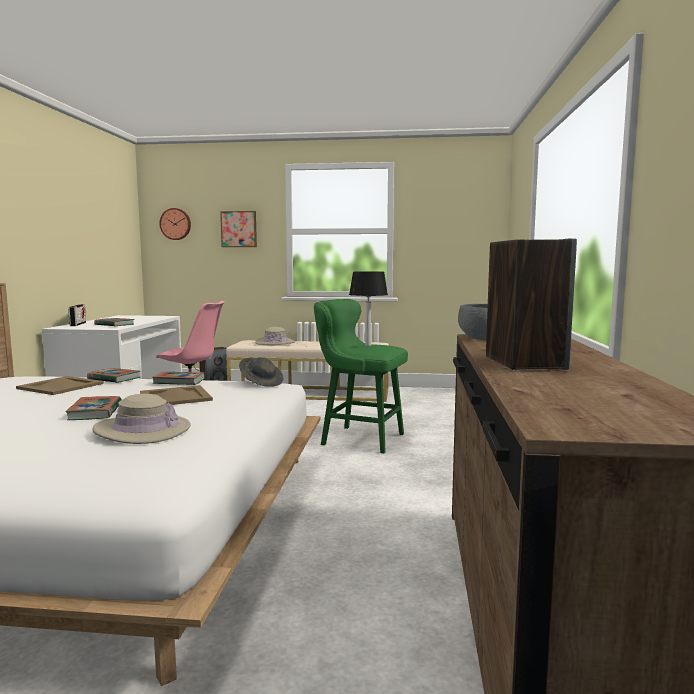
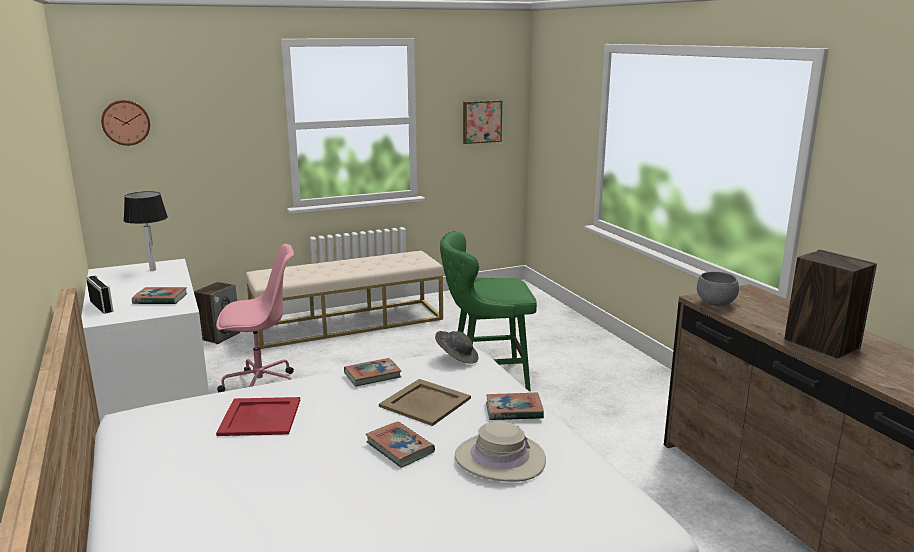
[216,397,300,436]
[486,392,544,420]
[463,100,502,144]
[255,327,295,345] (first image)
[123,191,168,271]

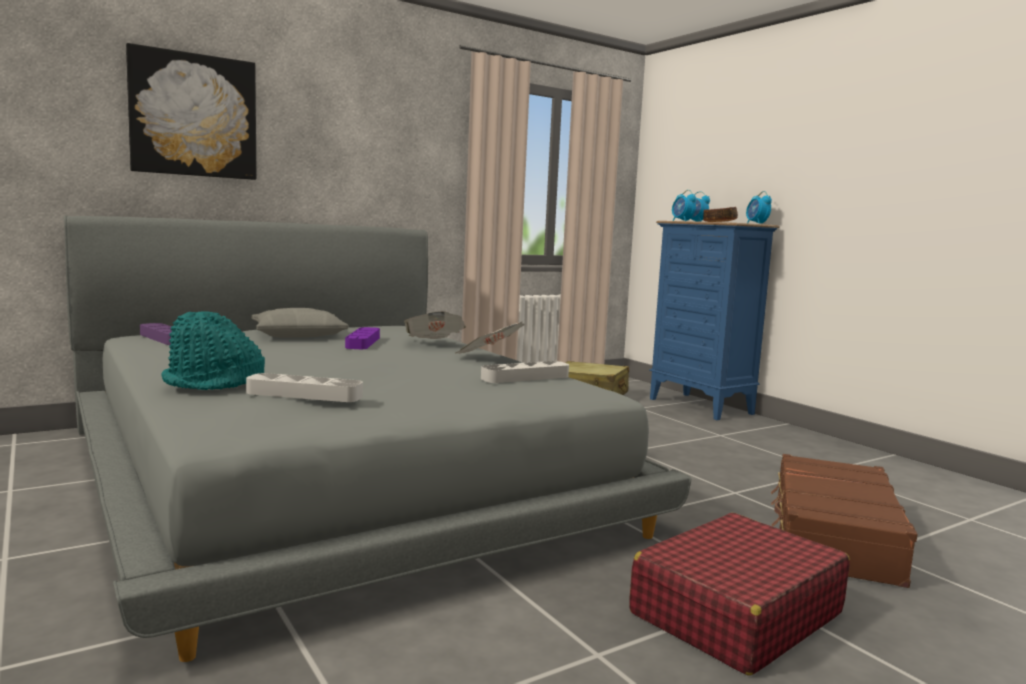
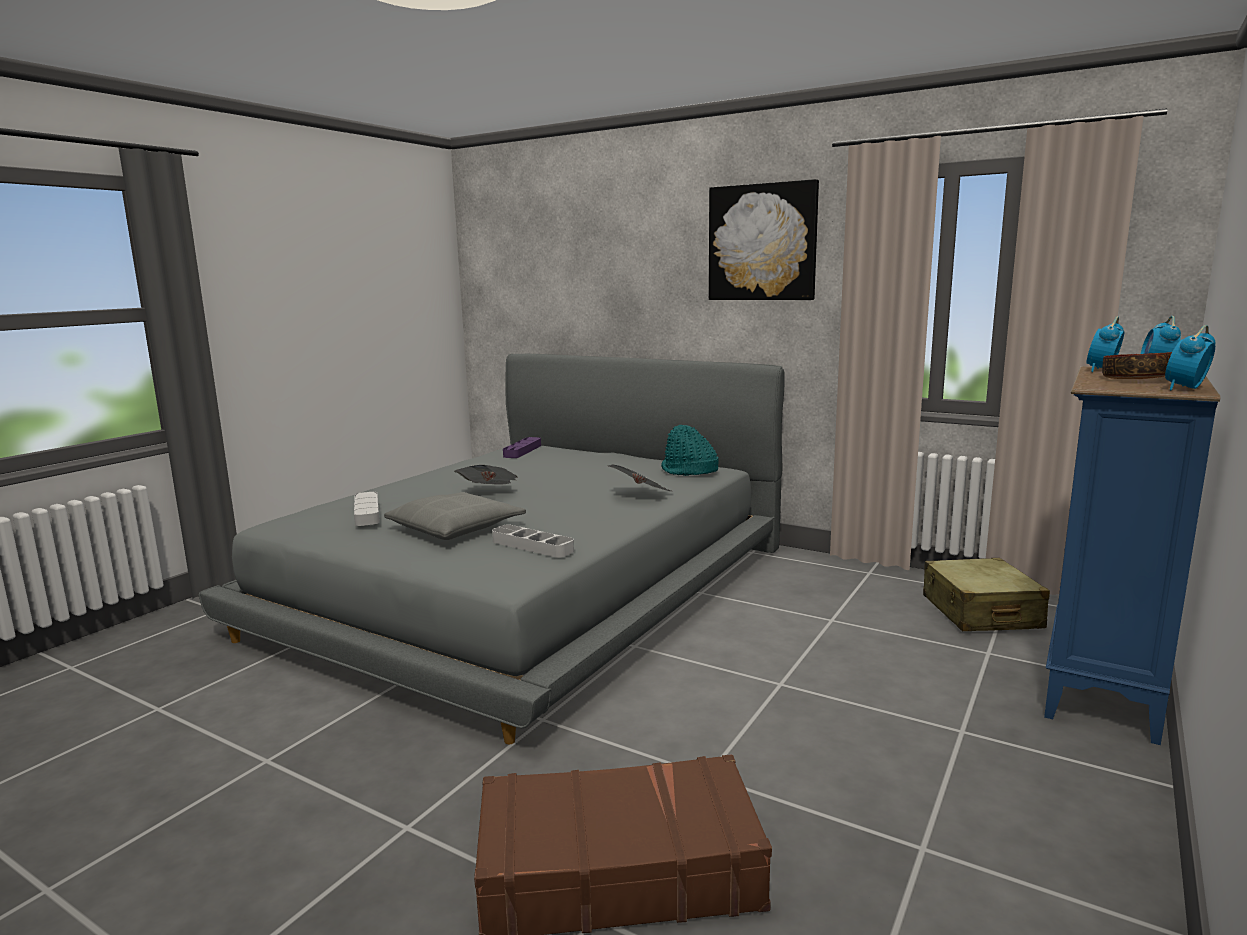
[709,179,819,300]
[661,425,719,476]
[384,492,526,540]
[345,327,380,349] (first image)
[454,465,518,485]
[630,513,850,675] (first image)

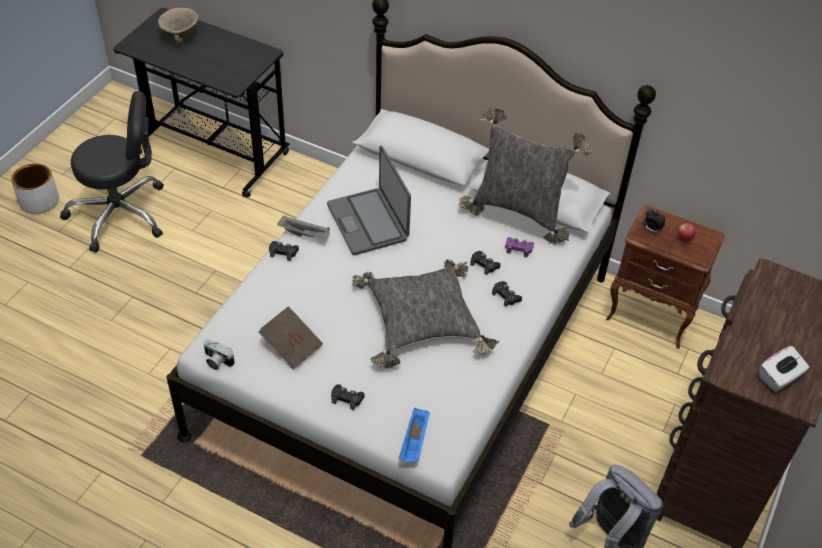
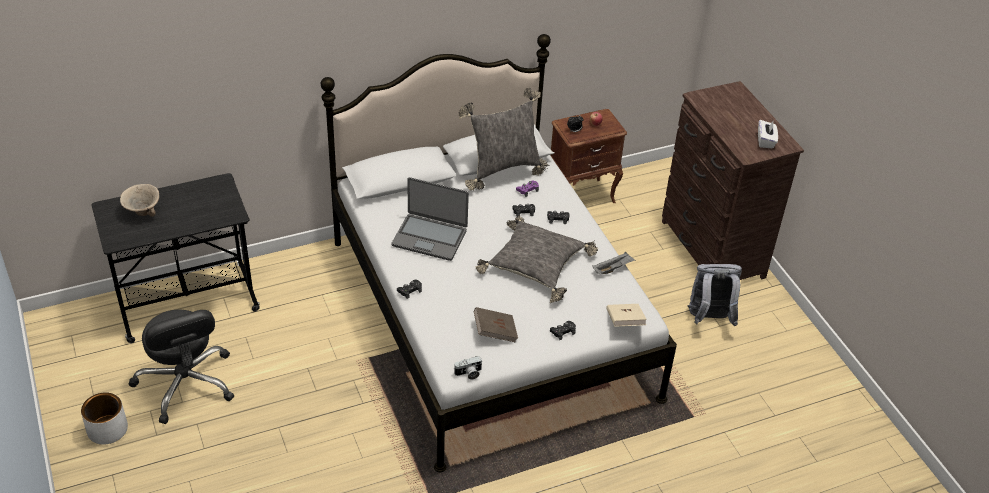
[129,310,234,424]
[593,252,635,274]
[606,304,647,327]

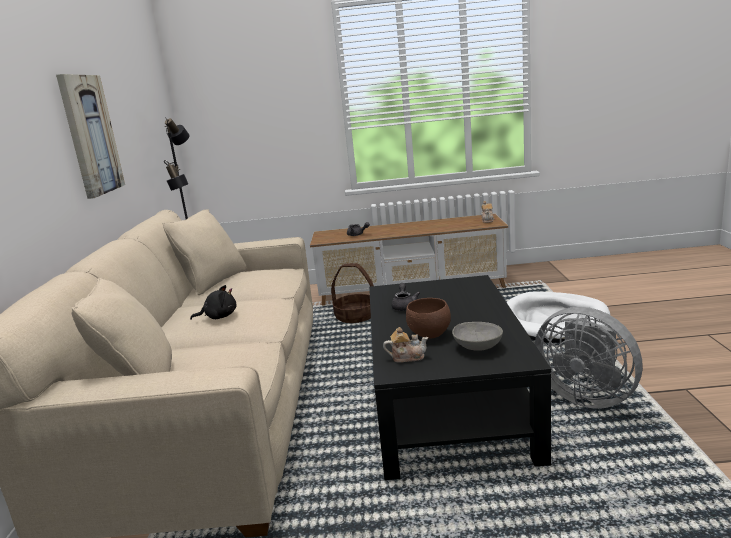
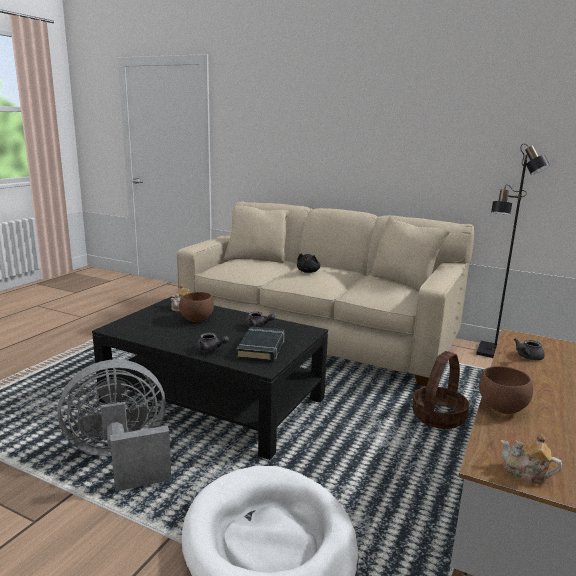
[56,74,125,199] (first image)
[452,322,503,351] (first image)
[197,333,229,352]
[236,326,285,362]
[479,366,533,414]

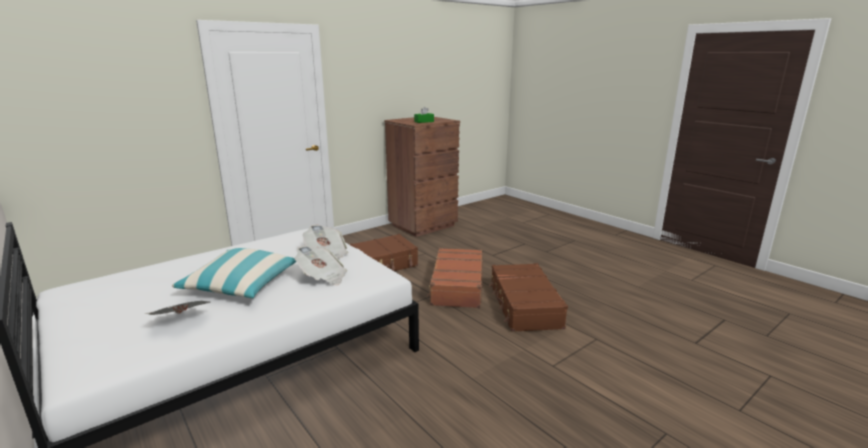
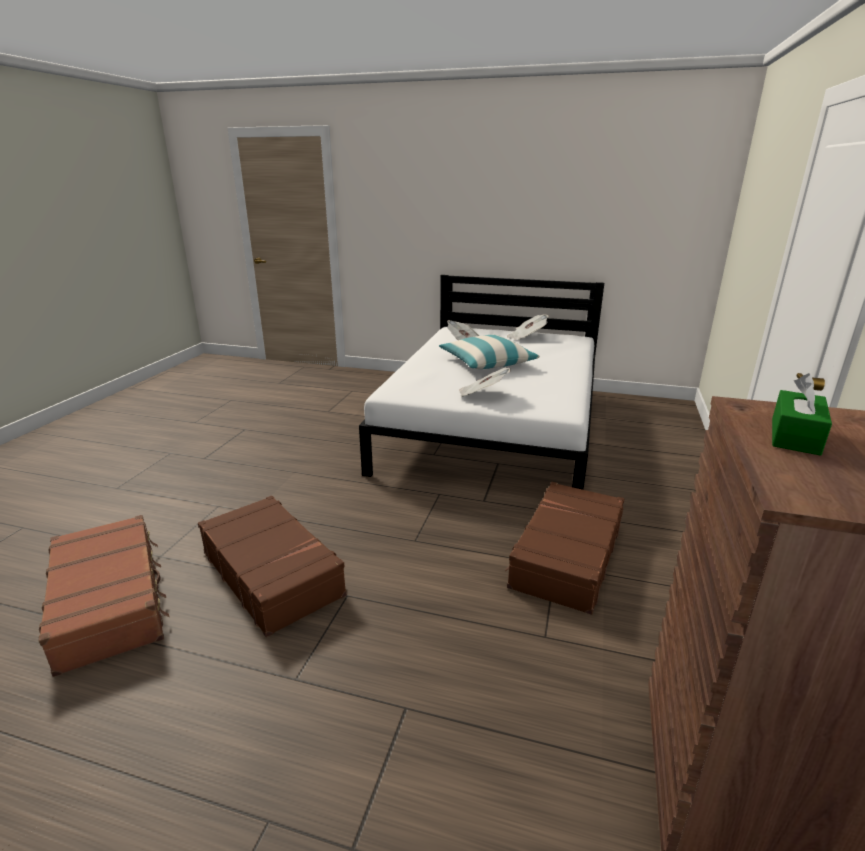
[507,314,549,340]
[38,515,170,677]

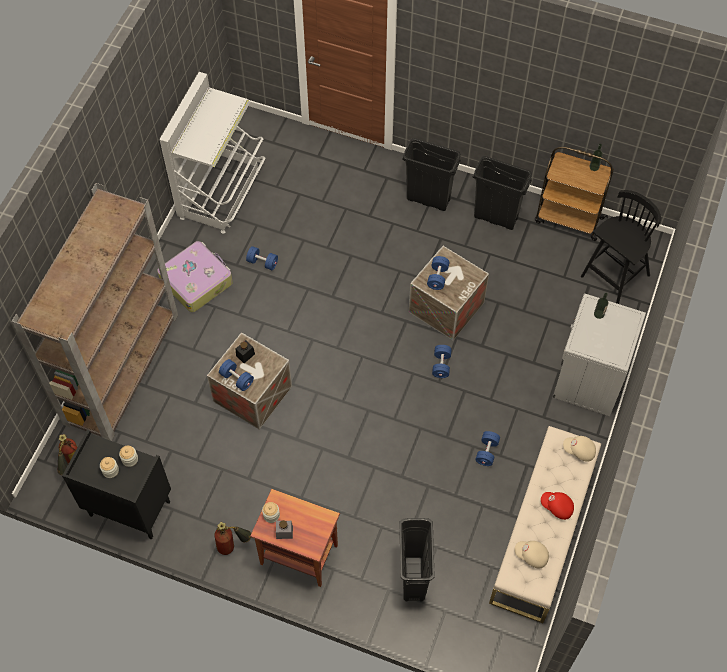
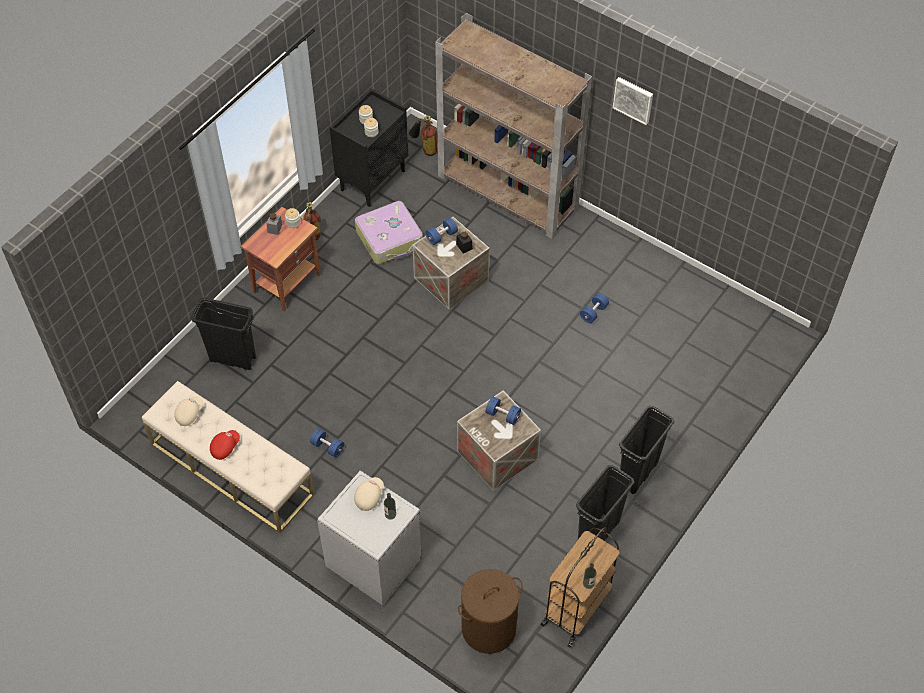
[355,201,423,264]
[160,72,265,233] (first image)
[432,345,452,378] (first image)
[354,477,384,511]
[458,569,523,654]
[613,77,653,125]

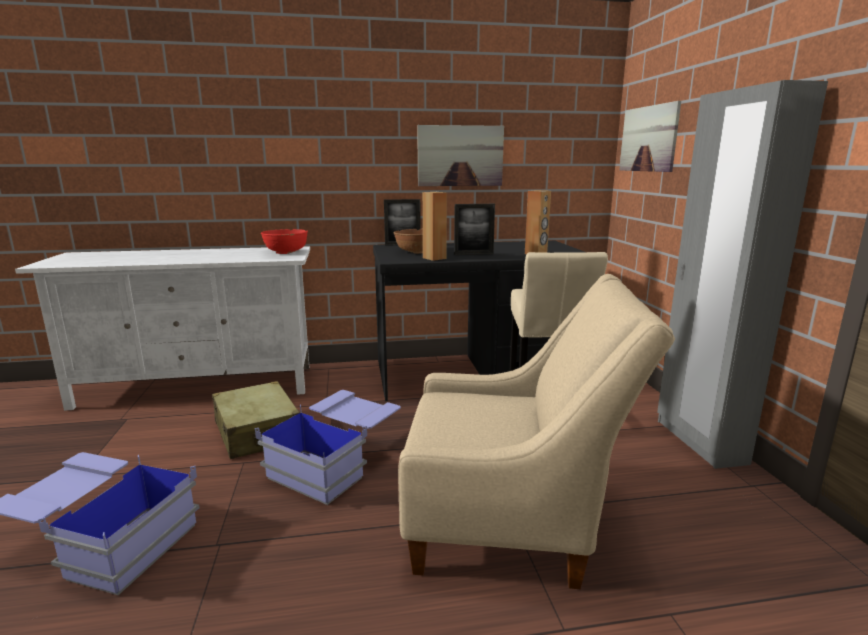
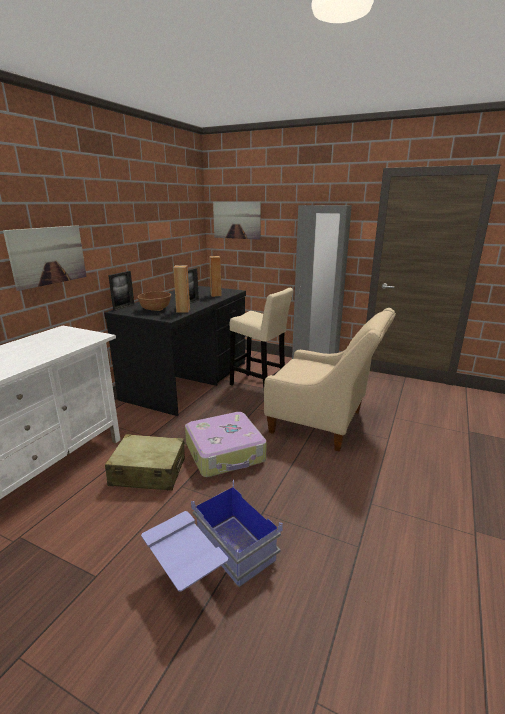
[185,412,267,477]
[261,229,308,254] (first image)
[264,308,396,452]
[3,225,87,291]

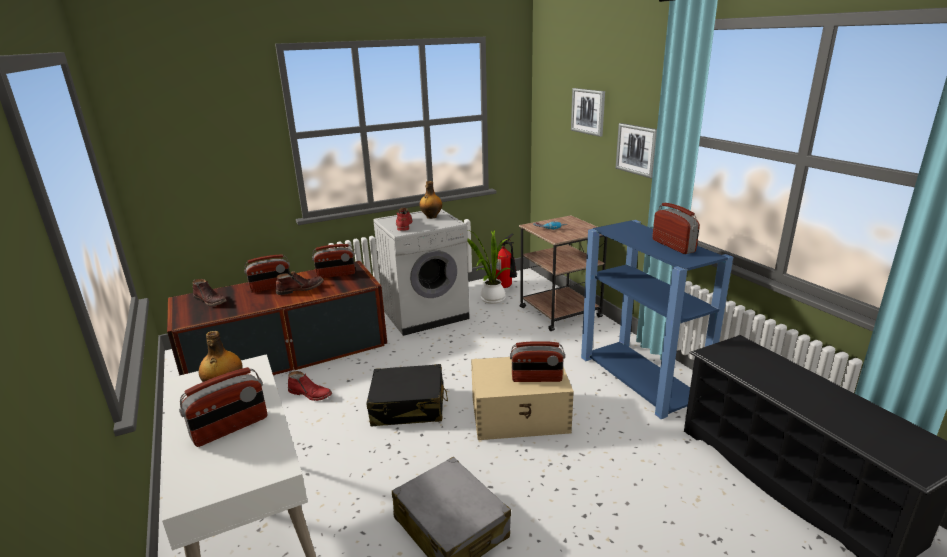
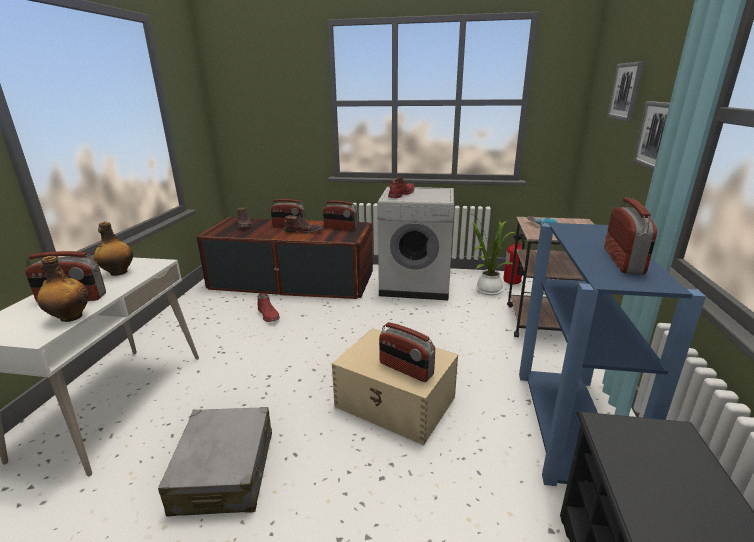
[367,364,448,426] (first image)
[37,256,89,322]

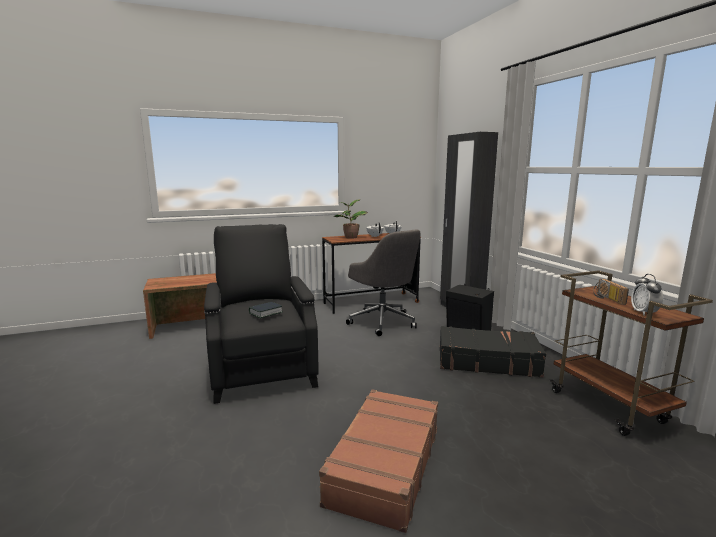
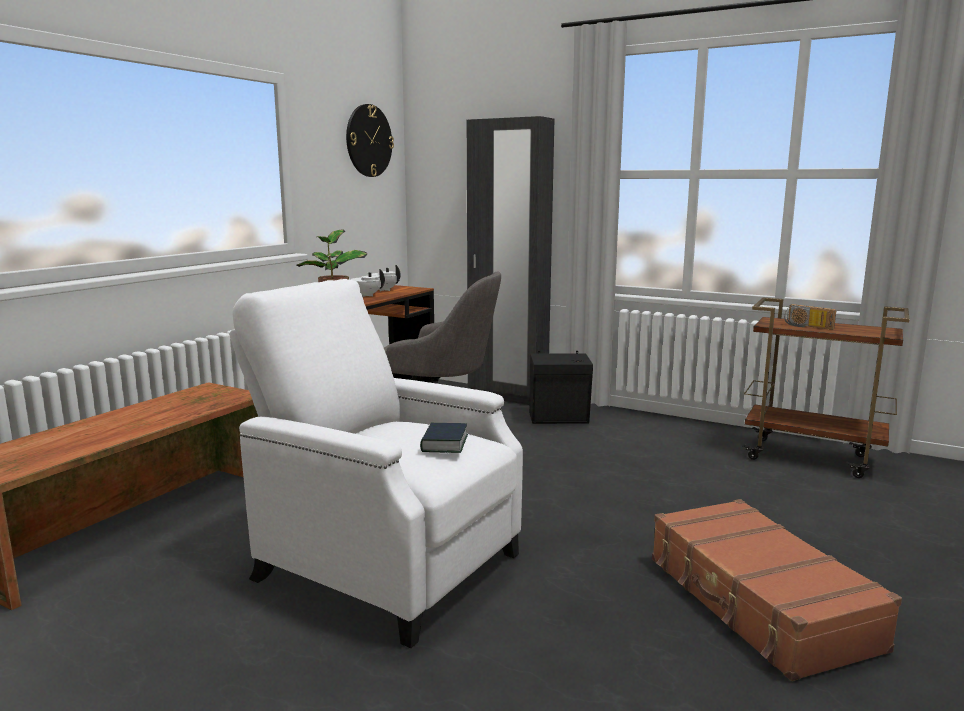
[230,279,523,648]
[440,326,546,377] (first image)
[631,274,663,316] (first image)
[346,104,394,177]

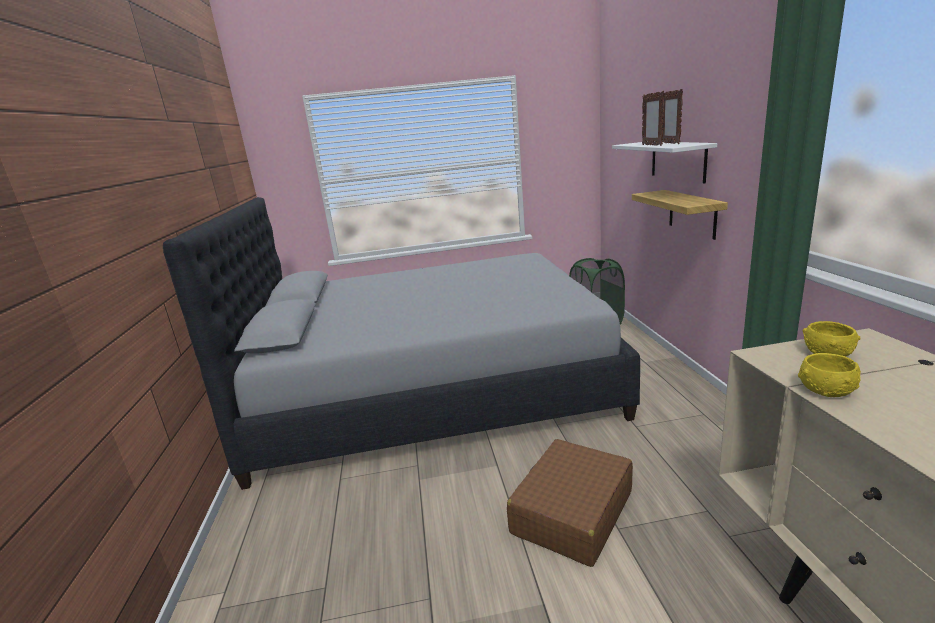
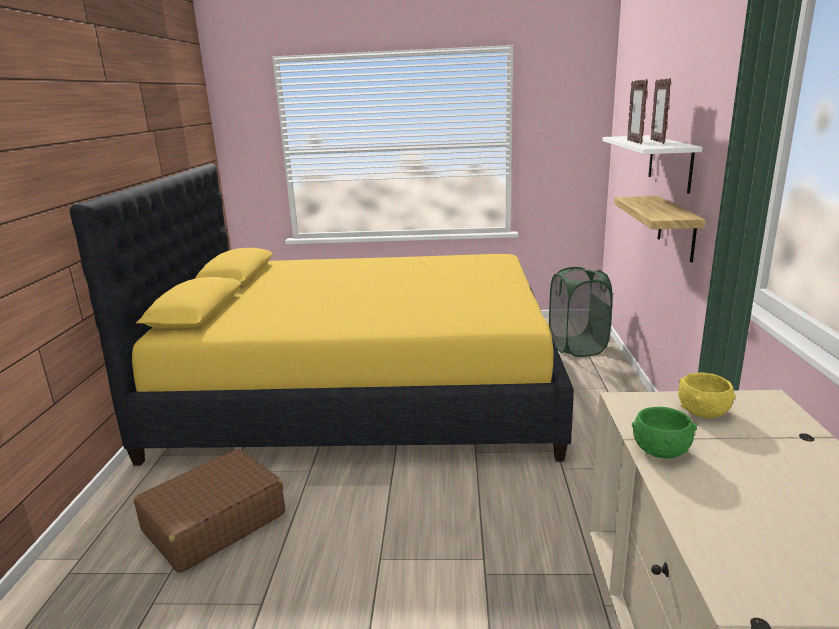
[70,164,574,465]
[134,449,285,573]
[632,407,697,459]

